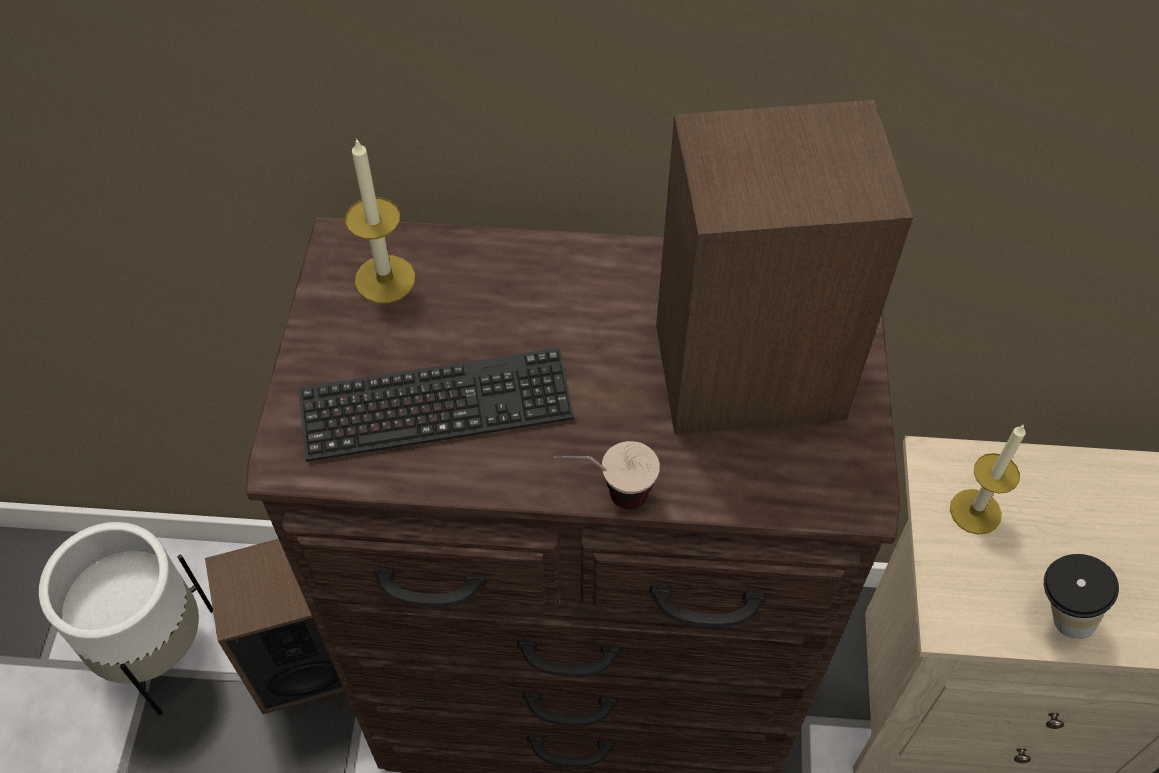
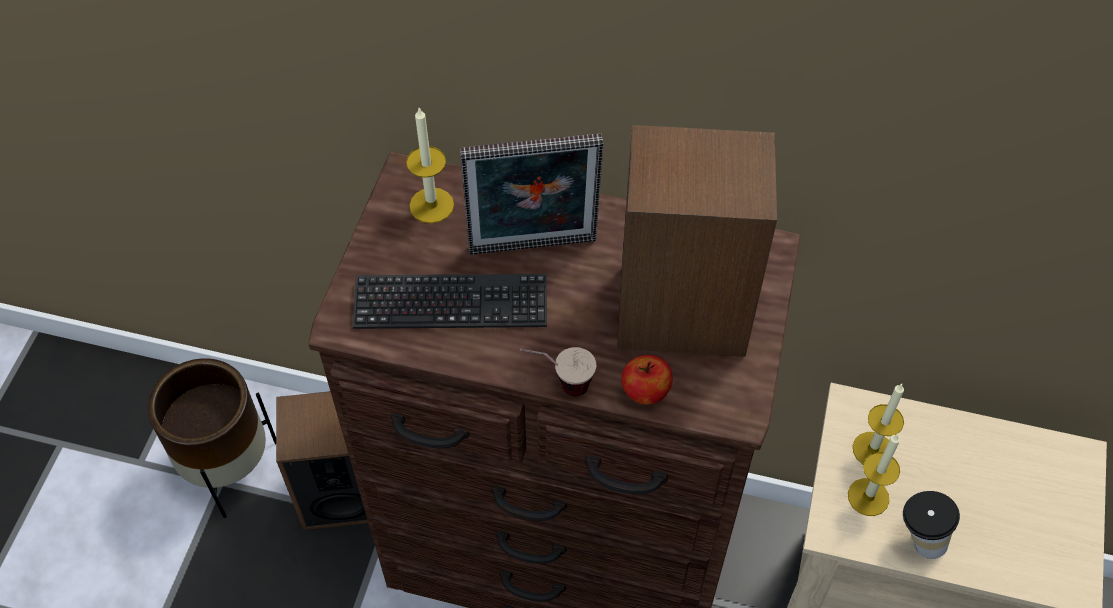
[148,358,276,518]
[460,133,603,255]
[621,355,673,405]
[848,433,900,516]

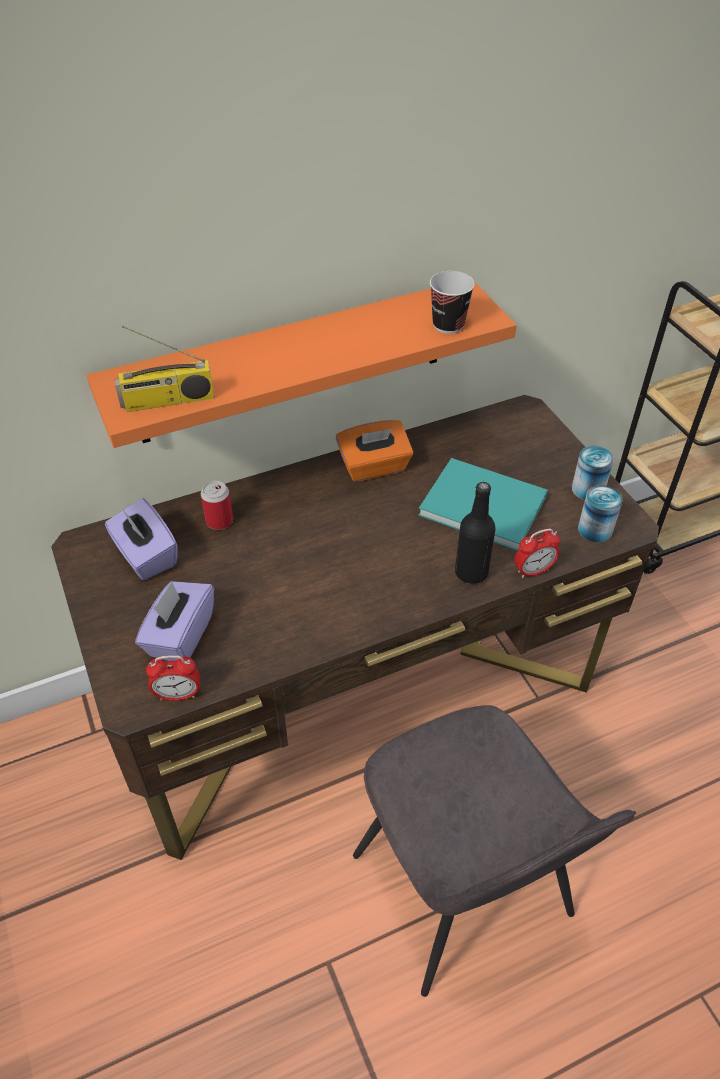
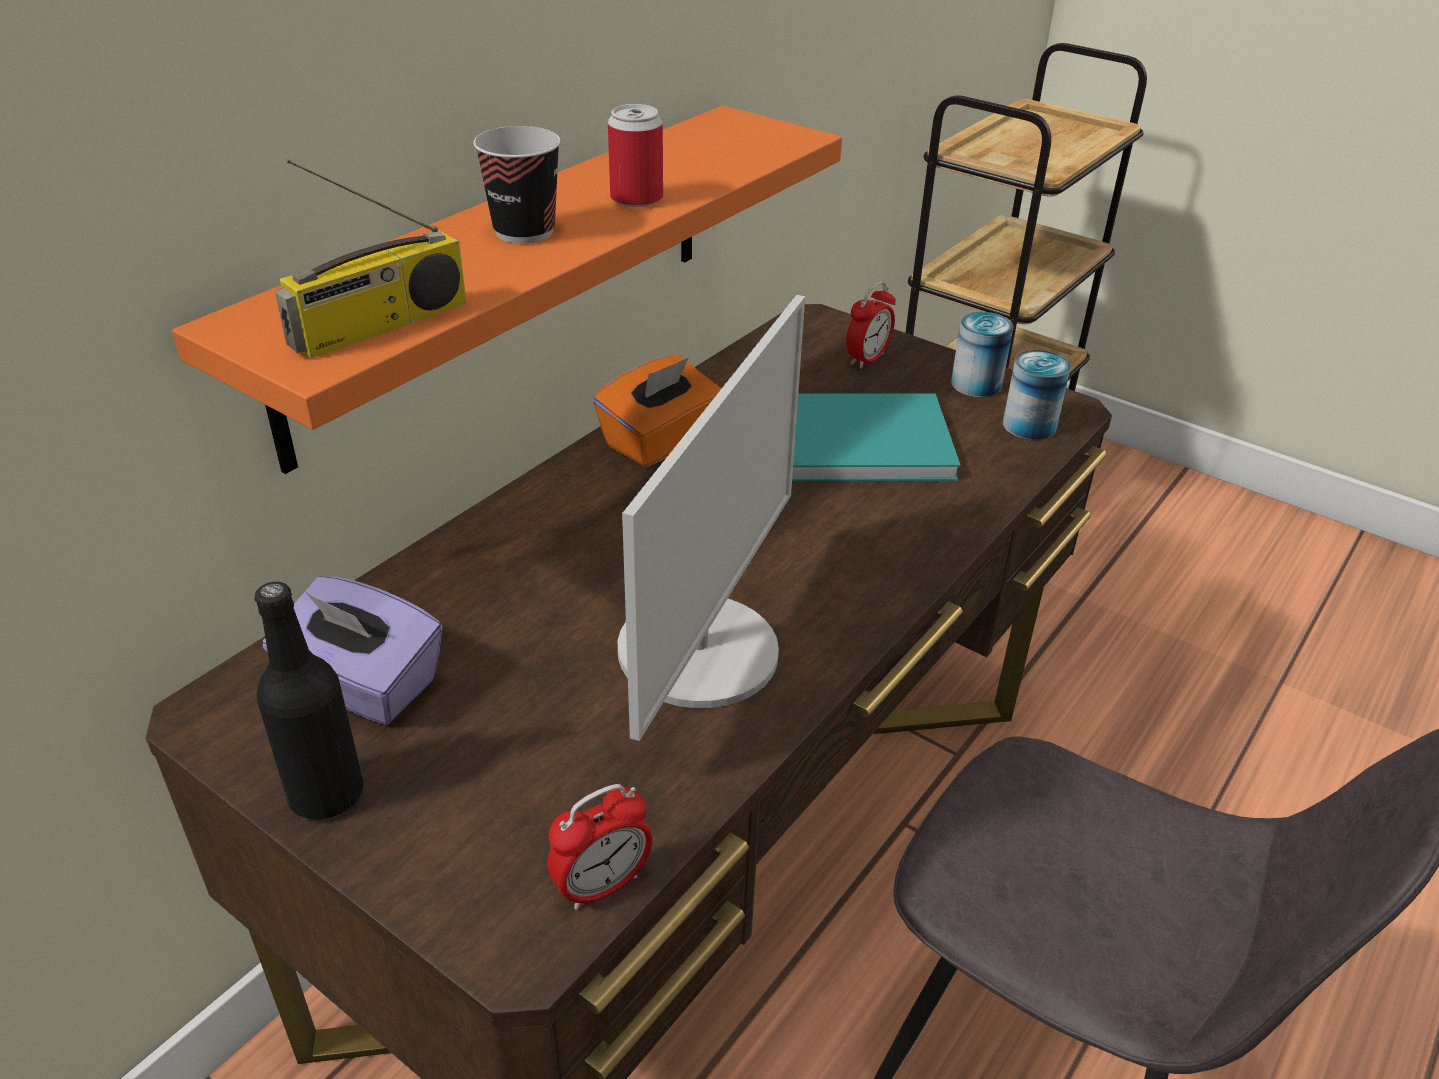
[135,581,214,661] (first image)
[608,104,663,207]
[473,126,561,244]
[254,582,363,820]
[846,282,896,369]
[618,295,805,741]

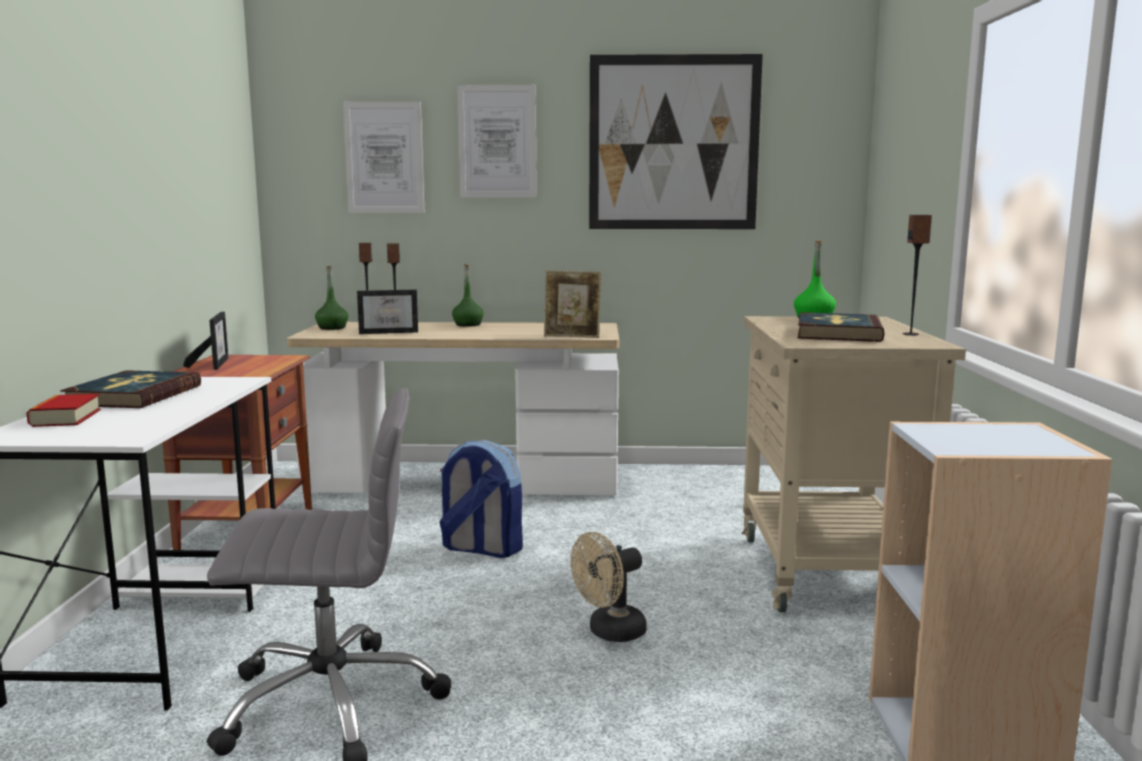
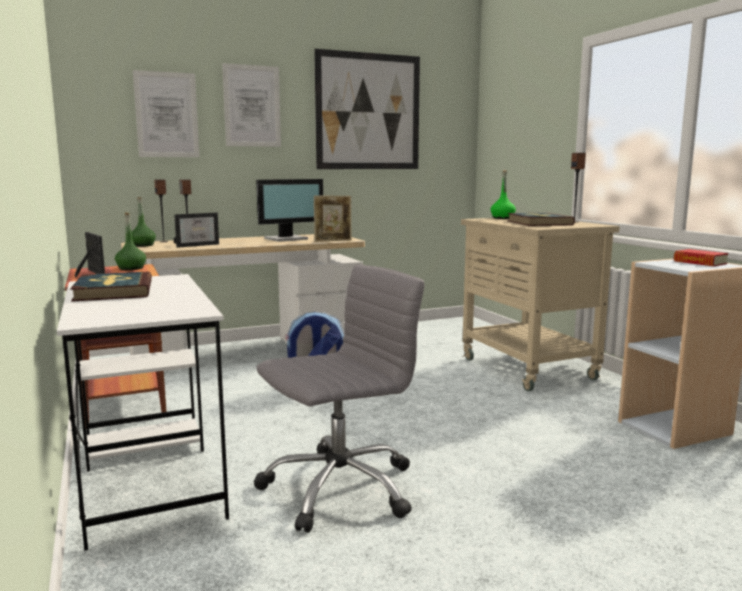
[674,249,728,266]
[115,212,146,270]
[571,532,647,642] (first image)
[256,179,323,242]

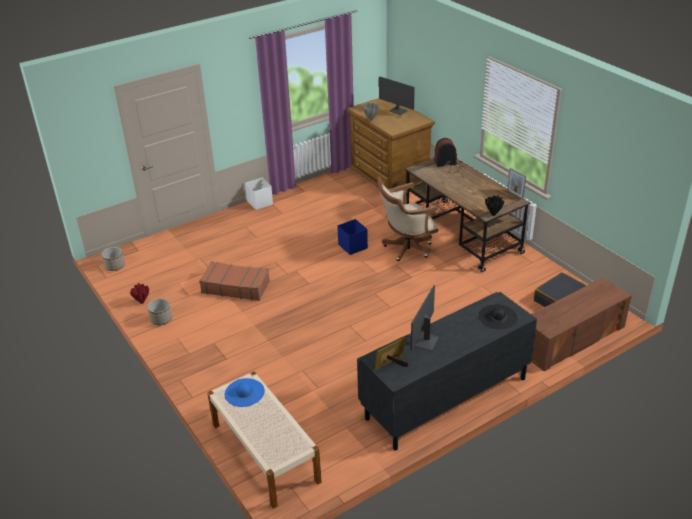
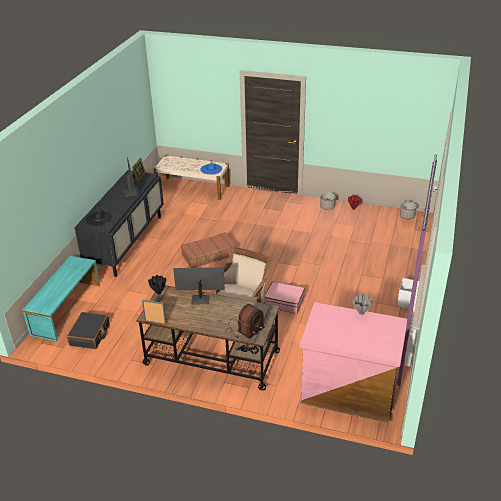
[181,232,236,268]
[265,282,305,313]
[299,302,407,423]
[173,268,225,304]
[22,256,100,342]

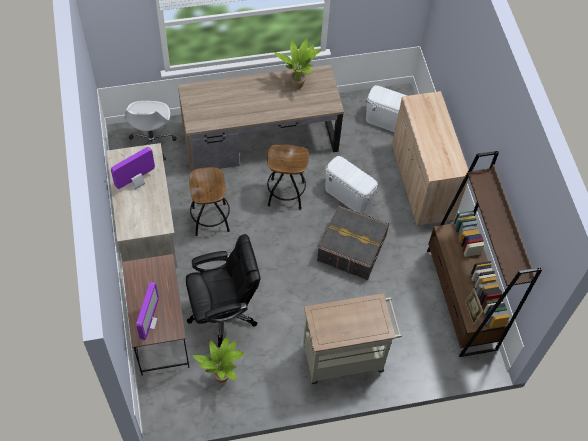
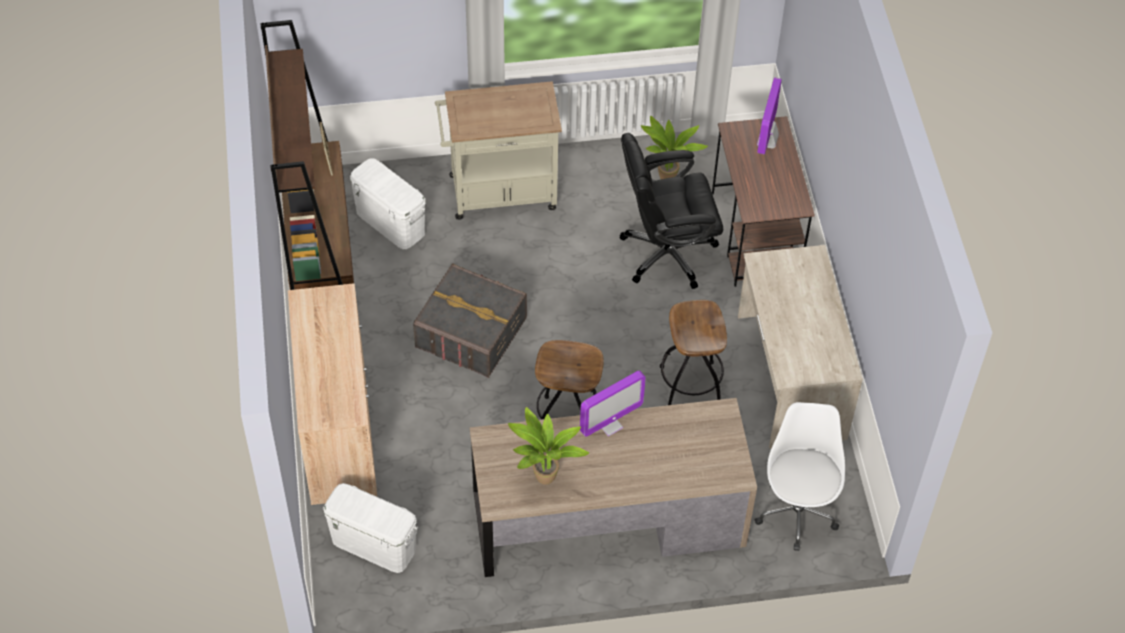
[580,371,646,437]
[350,158,426,249]

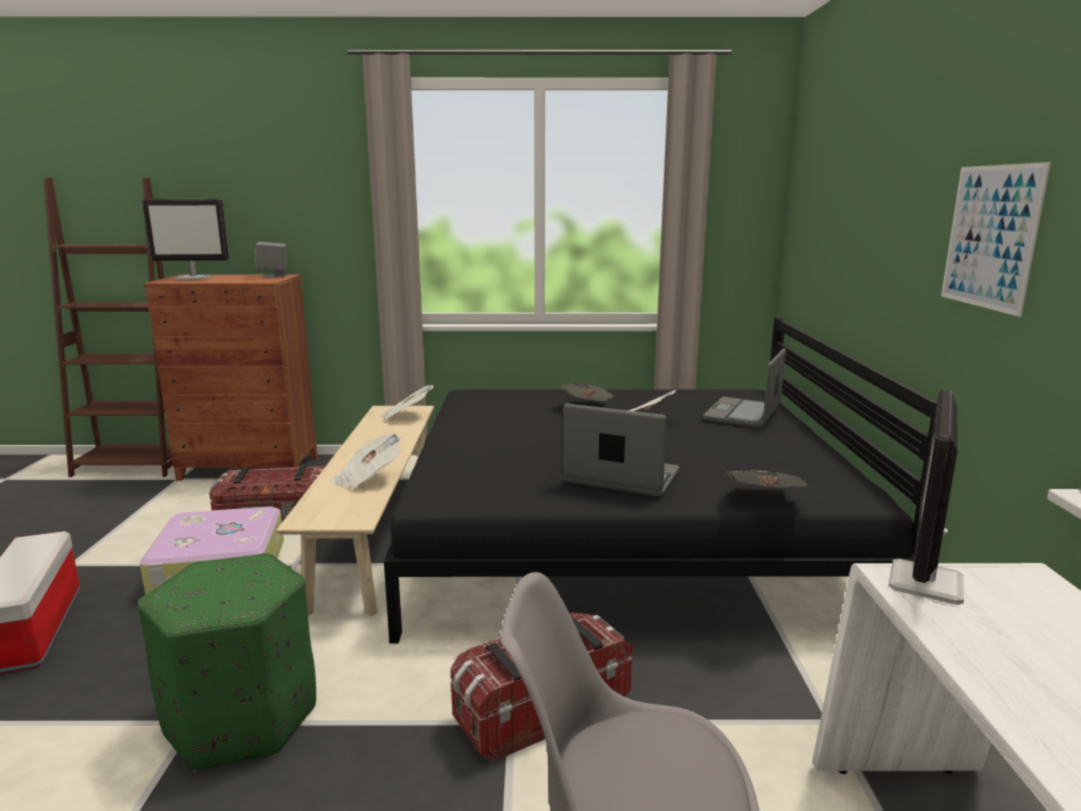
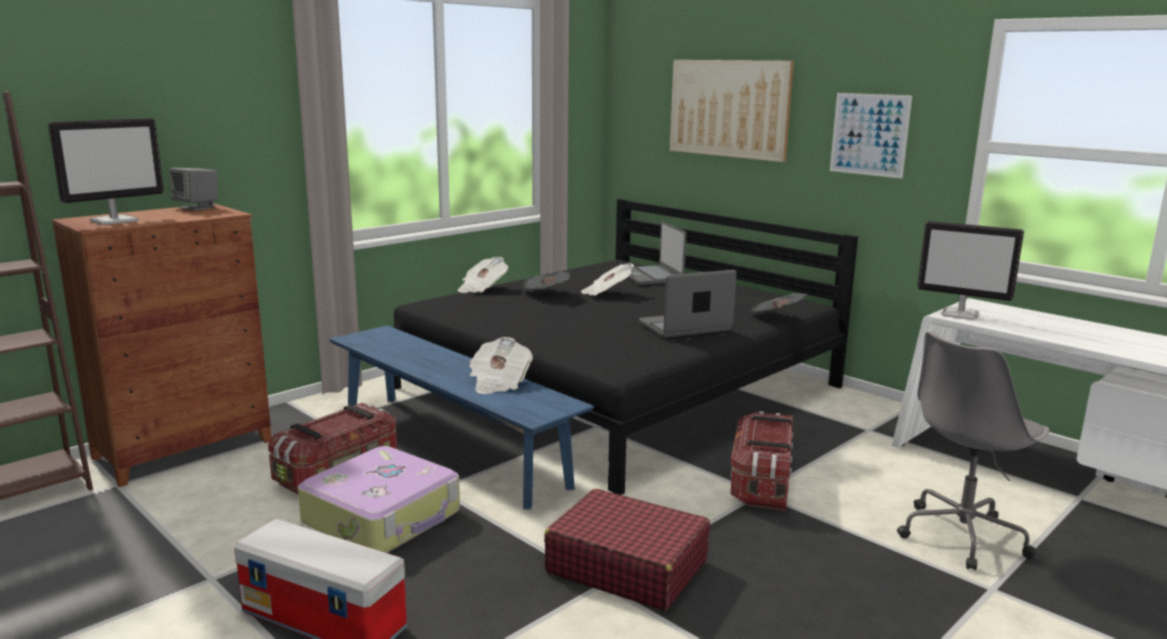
[544,489,710,610]
[329,325,594,510]
[458,257,508,293]
[917,221,1024,320]
[670,60,794,162]

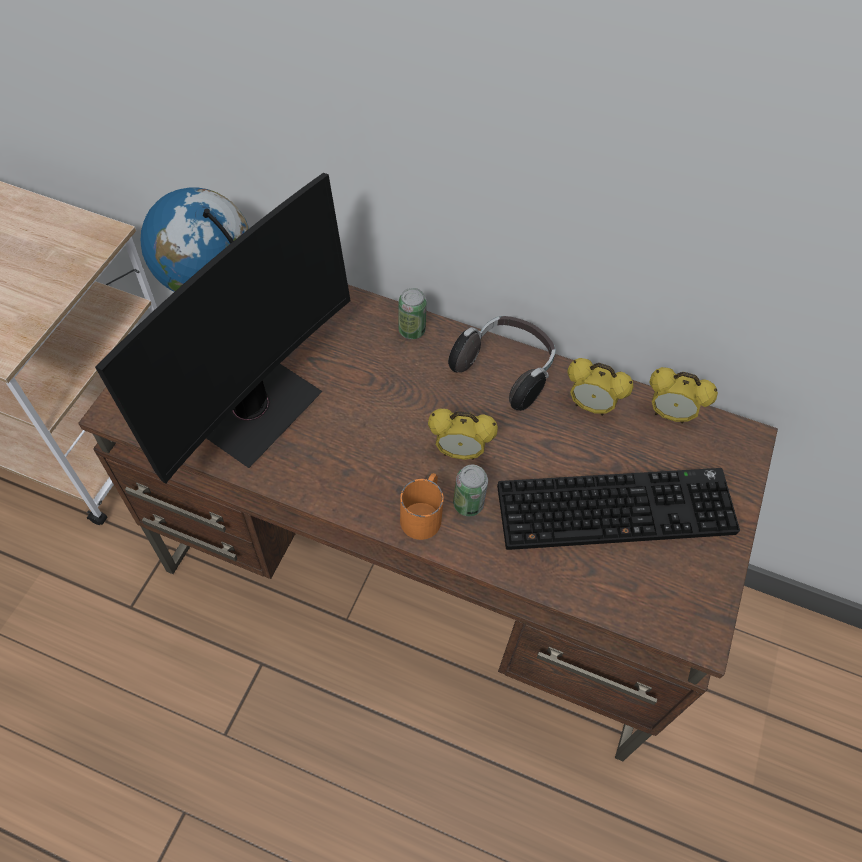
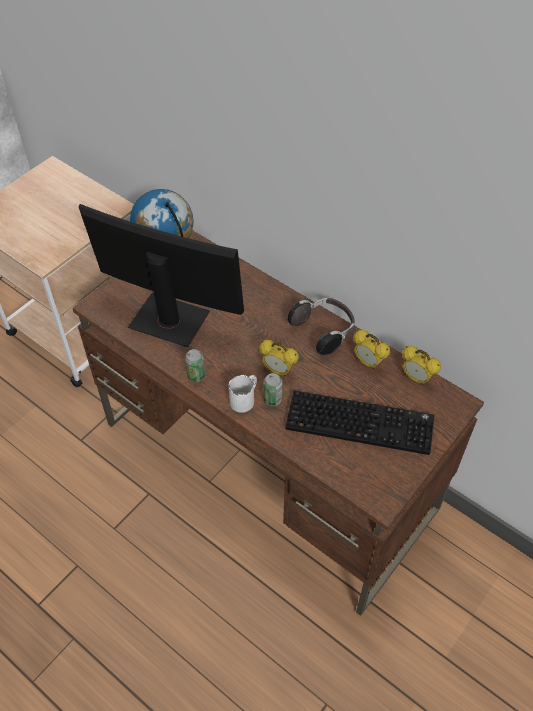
[78,204,244,347]
[185,349,205,382]
[229,375,257,413]

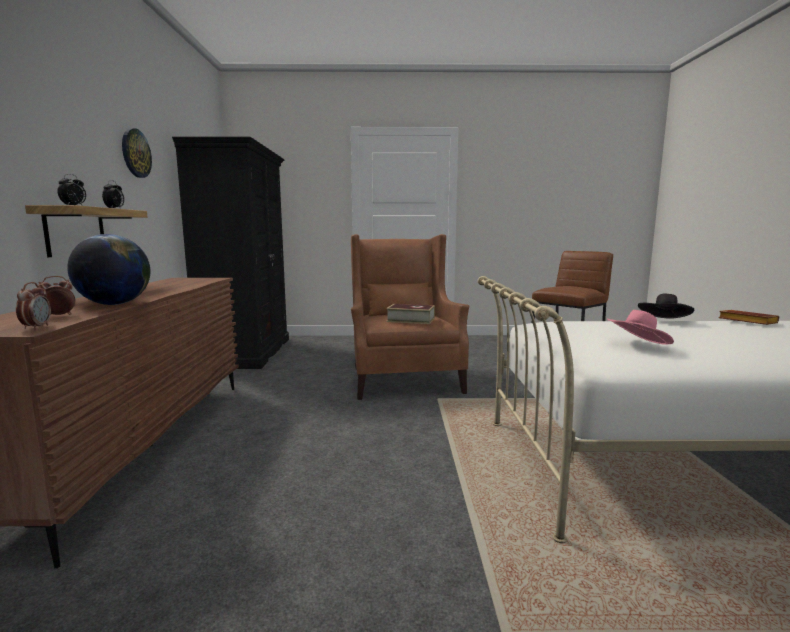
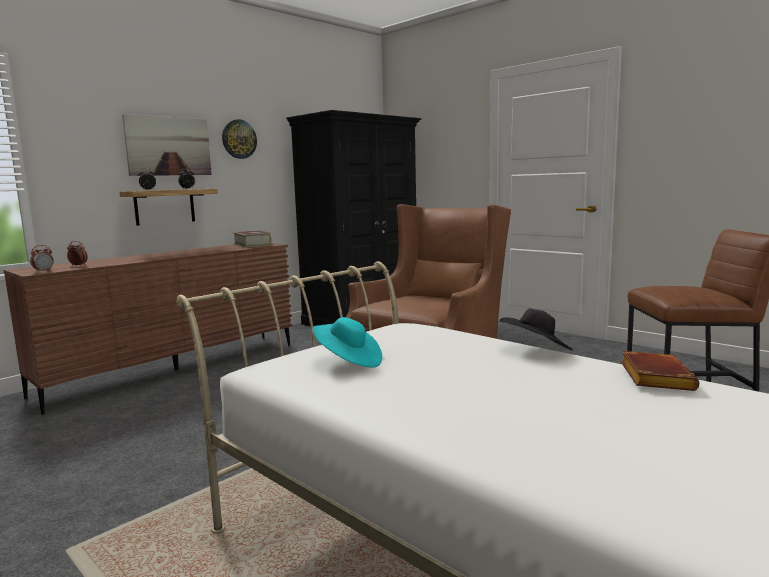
[67,234,150,305] (first image)
[232,230,272,248]
[313,317,382,368]
[122,114,212,176]

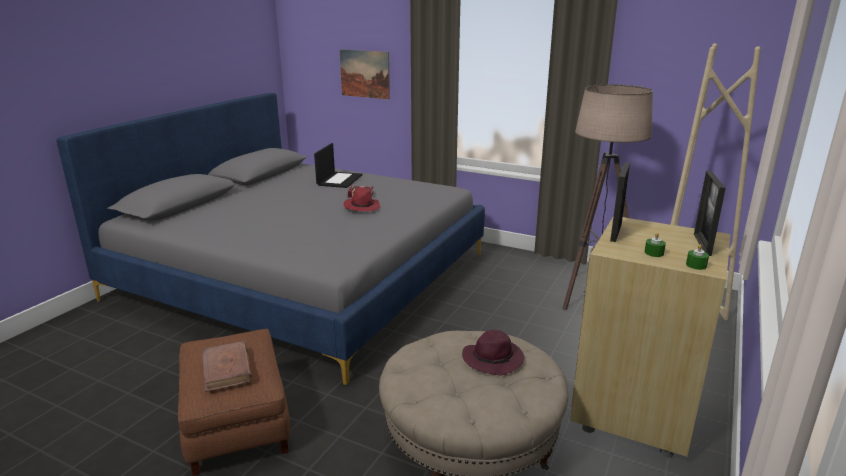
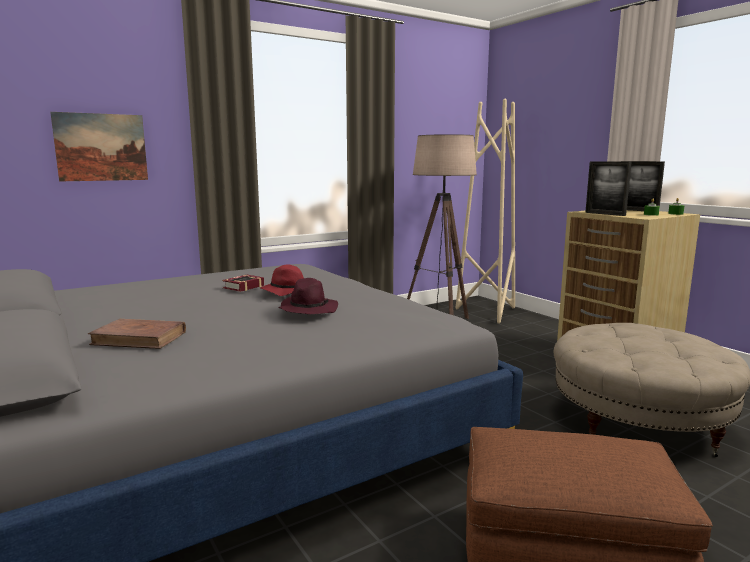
[88,319,186,349]
[314,143,362,188] (first image)
[278,278,338,314]

